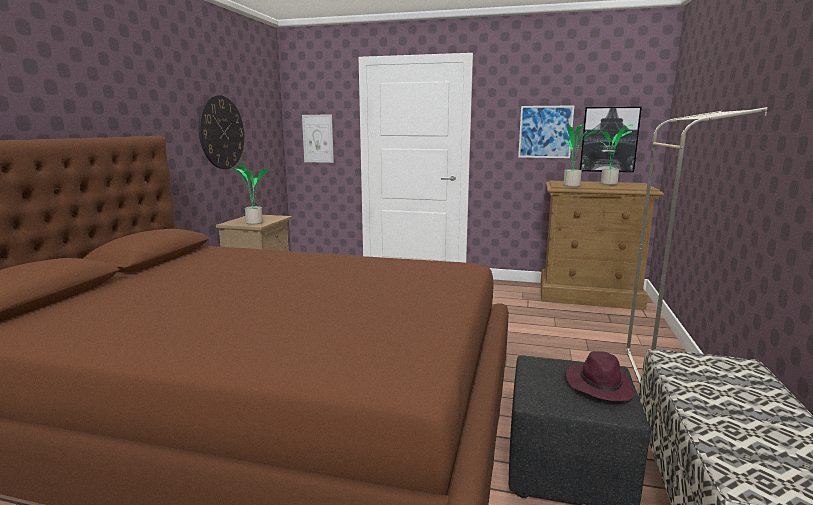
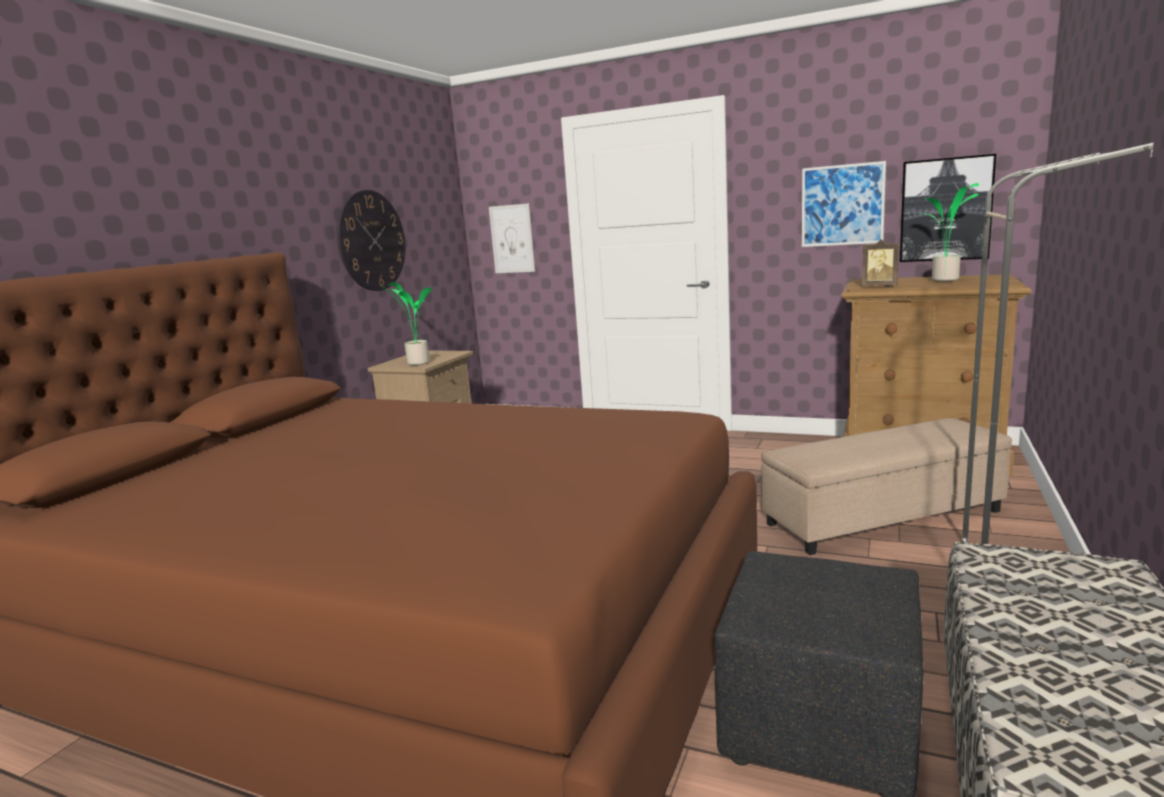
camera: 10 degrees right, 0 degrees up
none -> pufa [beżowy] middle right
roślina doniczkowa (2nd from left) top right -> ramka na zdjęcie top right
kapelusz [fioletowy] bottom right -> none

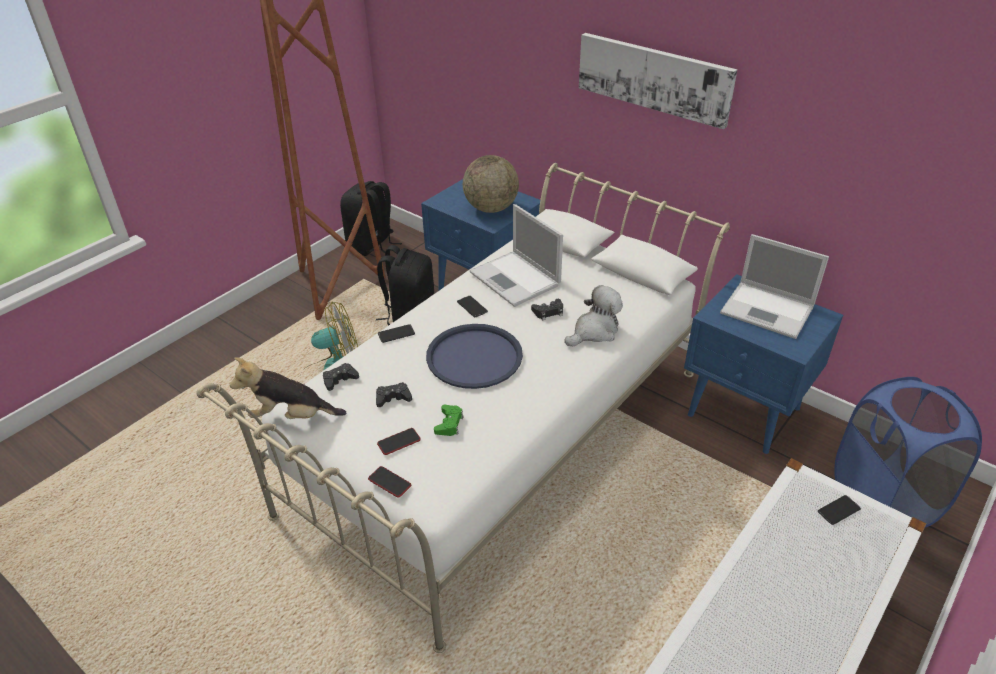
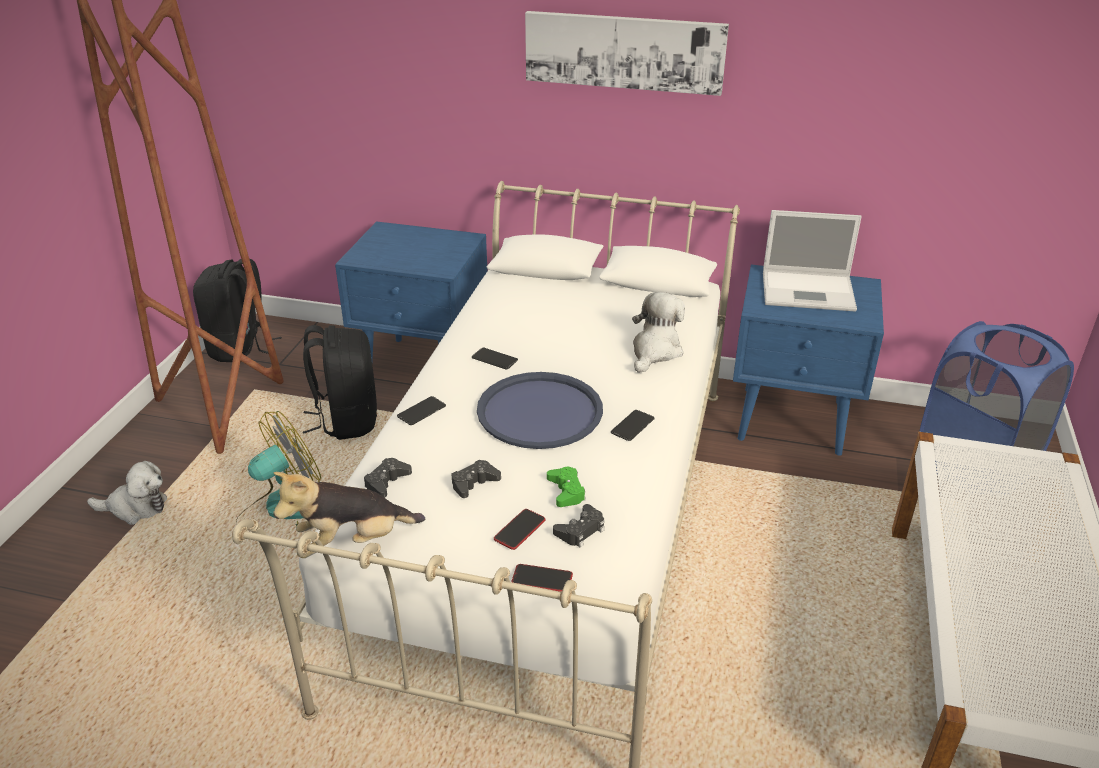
camera: 25 degrees left, 5 degrees down
none -> pluszak (1st from left) middle left
pad do gier [czarny] (3rd from left) centre -> pad do gier [czarny] (3rd from left) bottom centre, move
telefon (5th from left) bottom right -> telefon (5th from left) centre, move
globus top centre -> none
laptop (1st from left) centre -> none

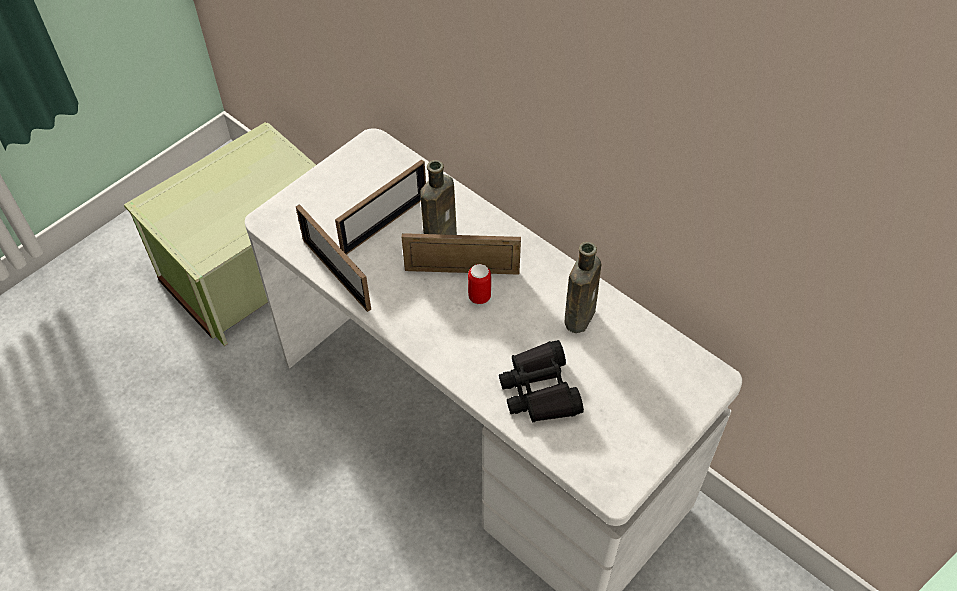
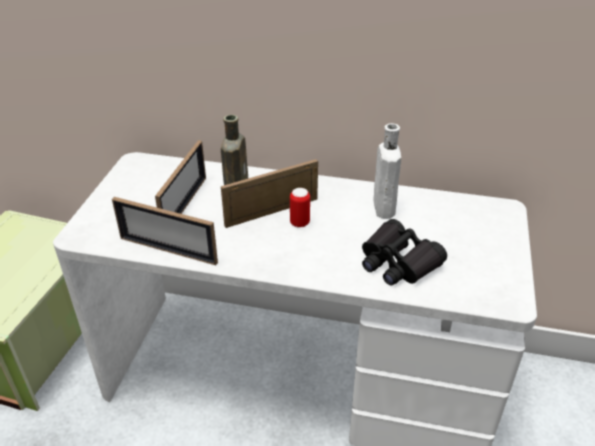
camera: 30 degrees left, 15 degrees down
butelka [brązowy] (2nd from left) centre -> butelka [biały] centre

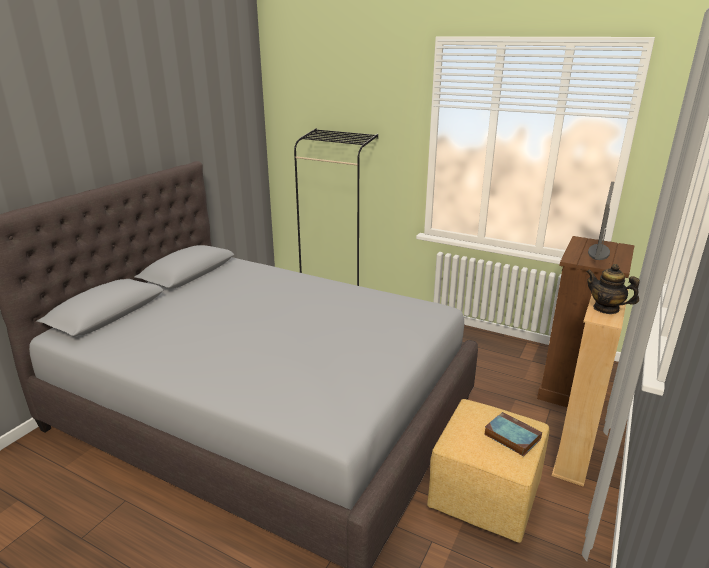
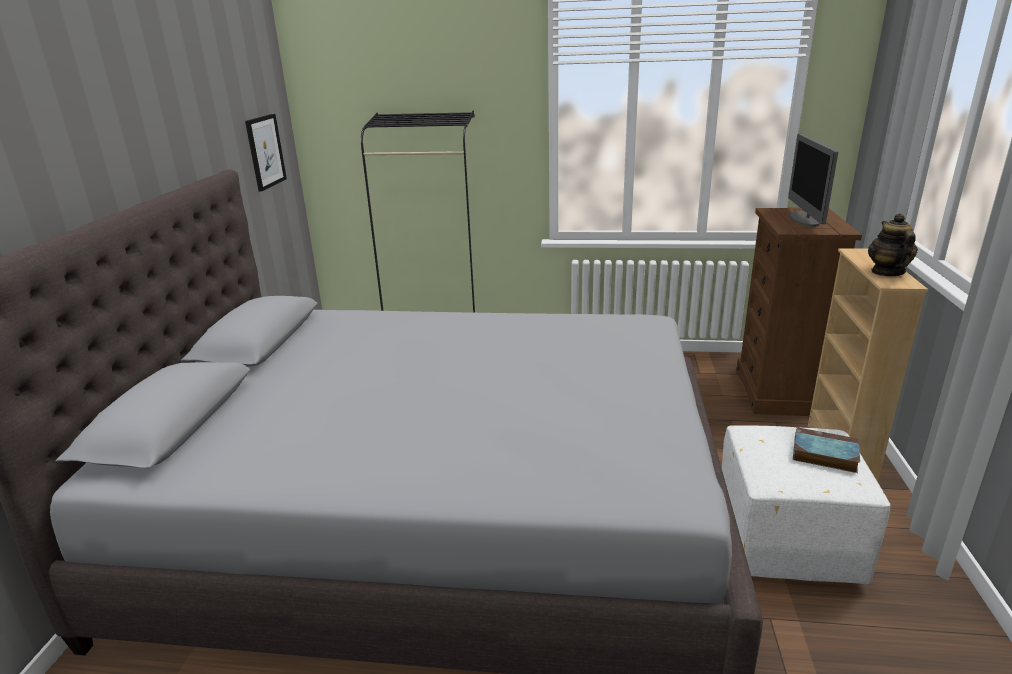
camera: 20 degrees left, 0 degrees up
none -> obraz top left
pufa [żółty] bottom right -> pufa [biały] bottom right
imbryk middle right, 75 degrees clockwise

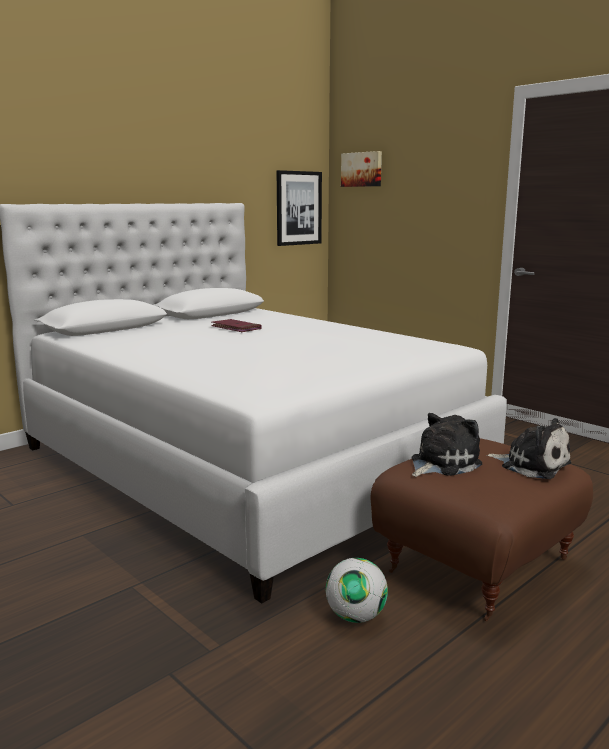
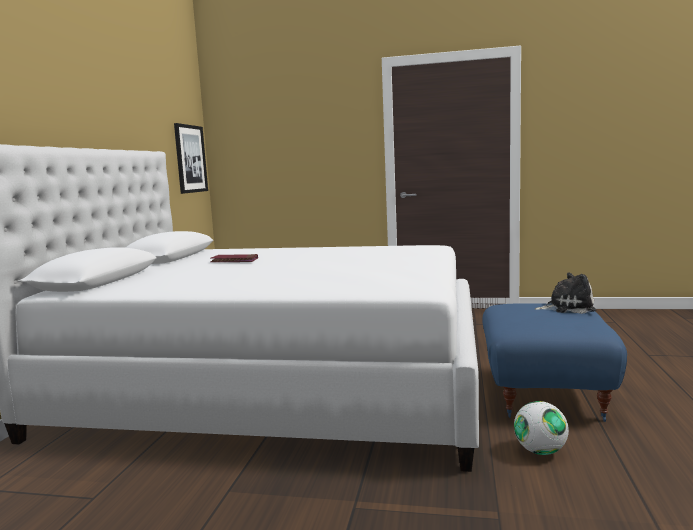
camera: 35 degrees left, 5 degrees down
pufa [brązowy] bottom right -> pufa [niebieski] bottom right
obraz (2nd from left) top centre -> none
pluszak (1st from left) middle right -> none

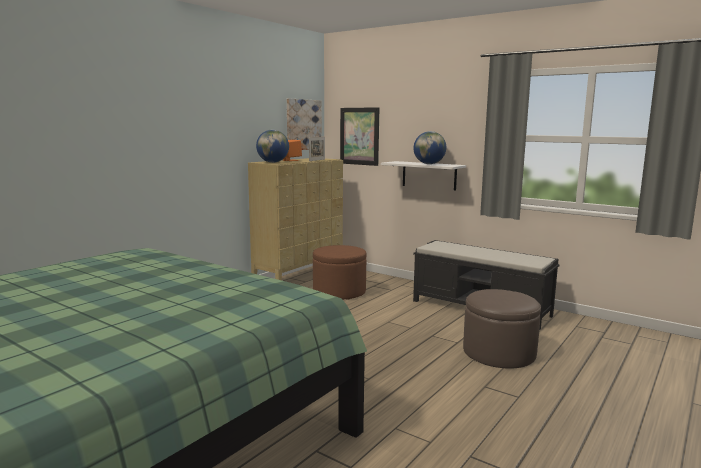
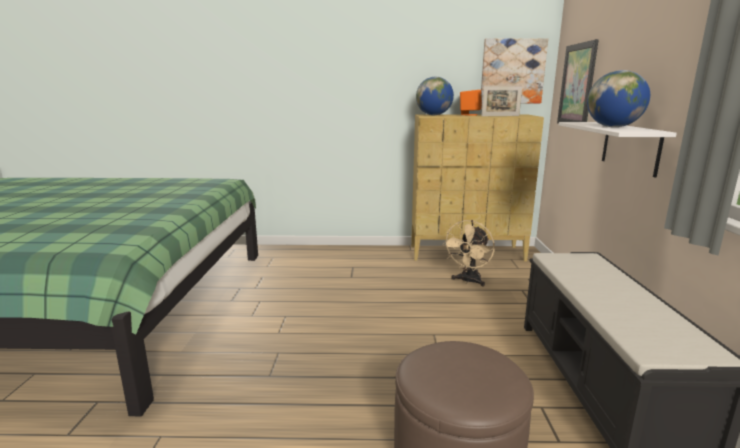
camera: 55 degrees right, 5 degrees up
pufa [brązowy] (1st from left) centre -> wentylator [beżowy] centre

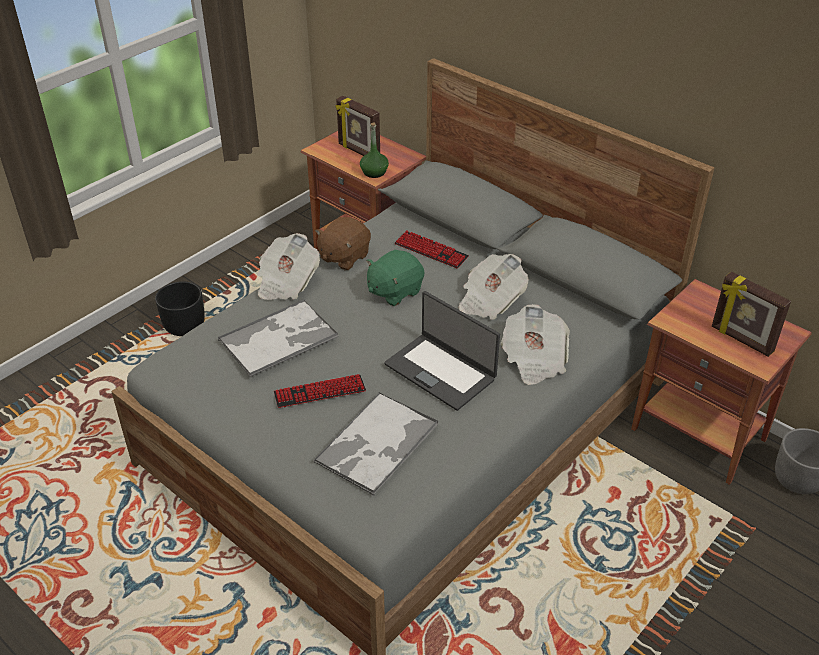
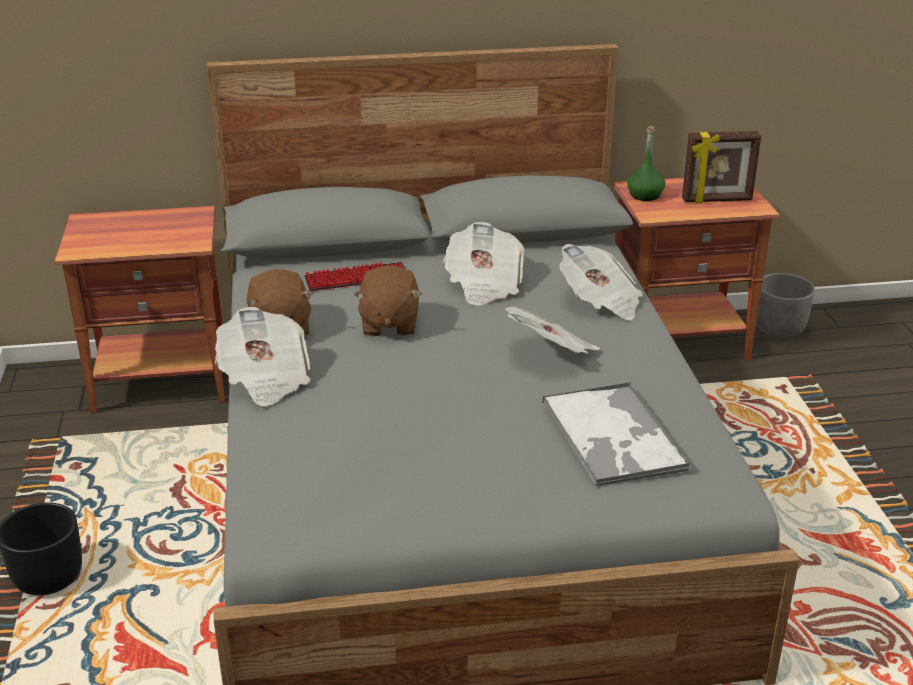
camera: 50 degrees left, 10 degrees down
pluszak [zielony] centre -> pluszak [brązowy] (2nd from left) centre
laptop centre -> gazeta (3rd from left) centre
butelka [zielony] top centre -> butelka [zielony] top right, move
taca (1st from left) centre -> none
klawiatura (1st from left) centre -> none
ramka na zdjęcie (1st from left) top centre -> none

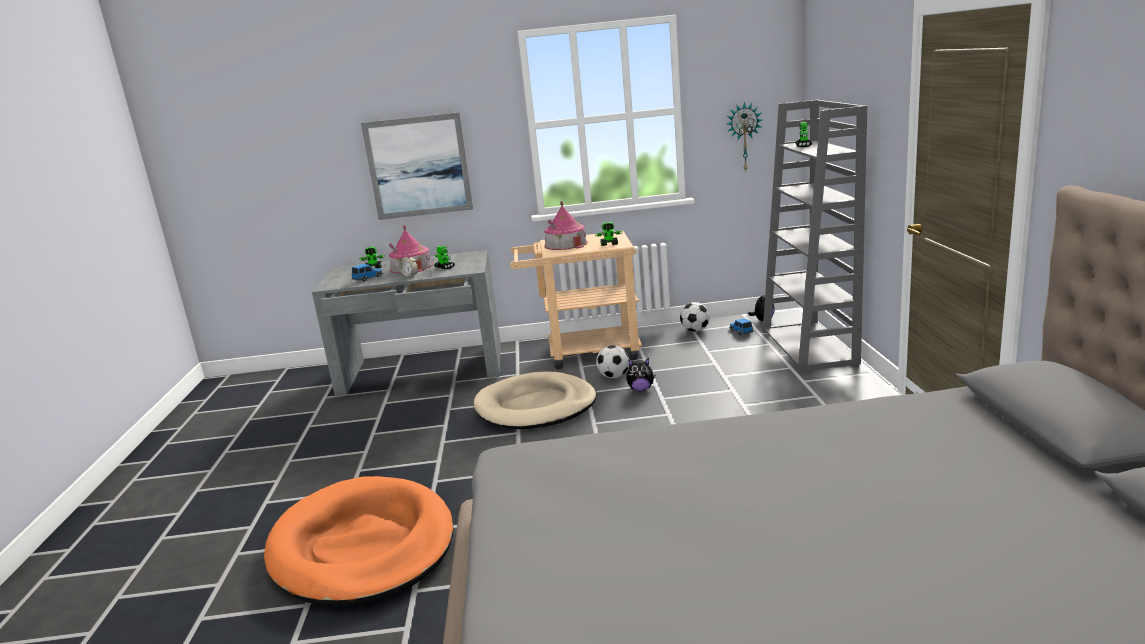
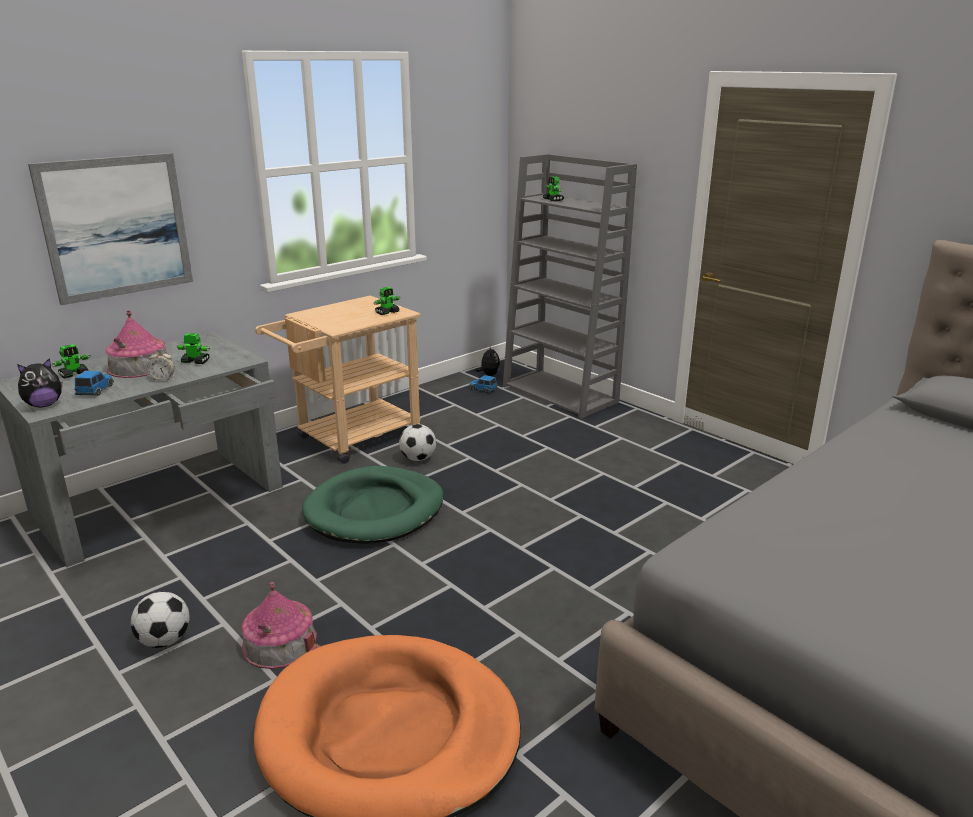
camera: 40 degrees left, 5 degrees up
pluszak (1st from left) centre -> pluszak (1st from left) middle left, move
piłka futbolowa (2nd from left in the first image) centre -> piłka futbolowa (1st from left) bottom left, move
domek (2nd from left) centre -> domek (2nd from left) bottom left, move
legowisko [beżowy] centre -> legowisko [zielony] centre
zegar ścienny top centre -> none

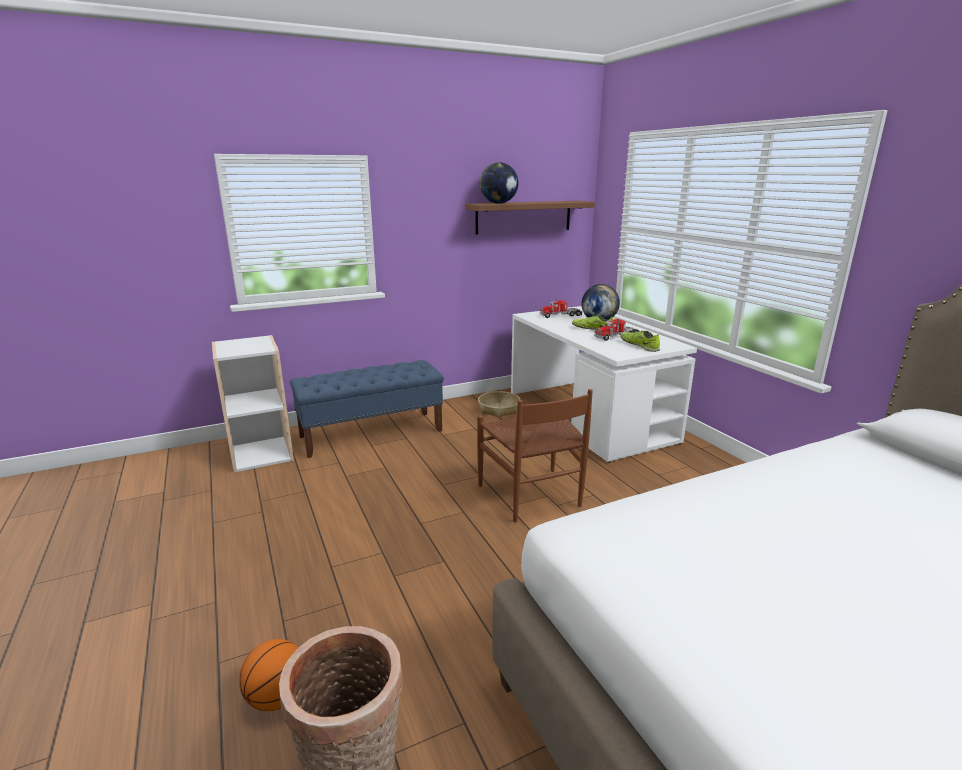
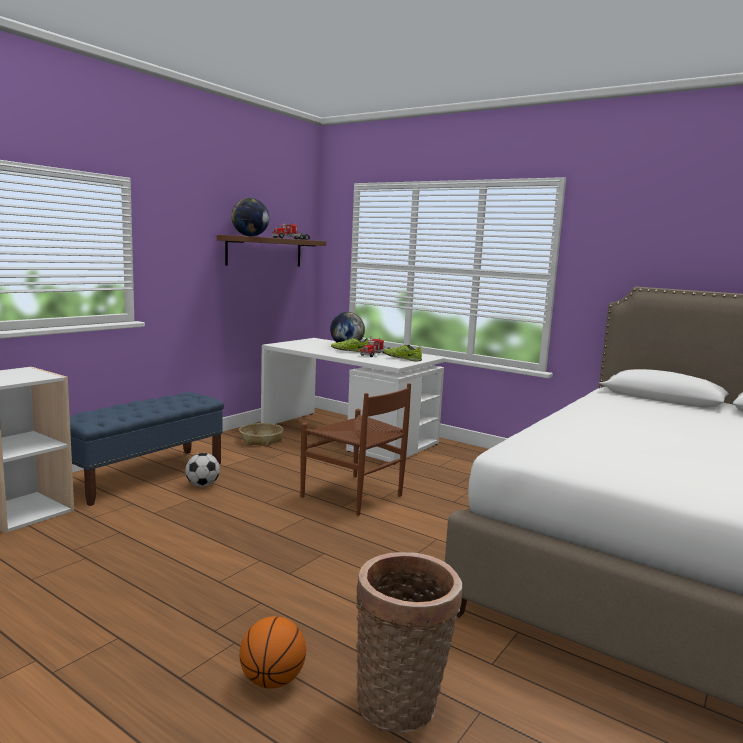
camera: 30 degrees left, 10 degrees down
none -> piłka futbolowa middle left
ciężarówka zabawkowa (1st from left) centre -> ciężarówka zabawkowa (1st from left) top centre, move

